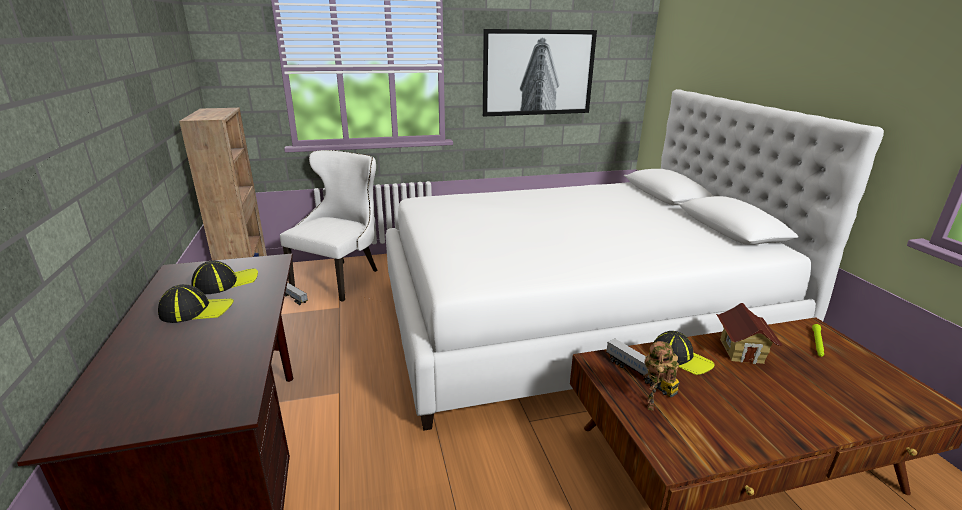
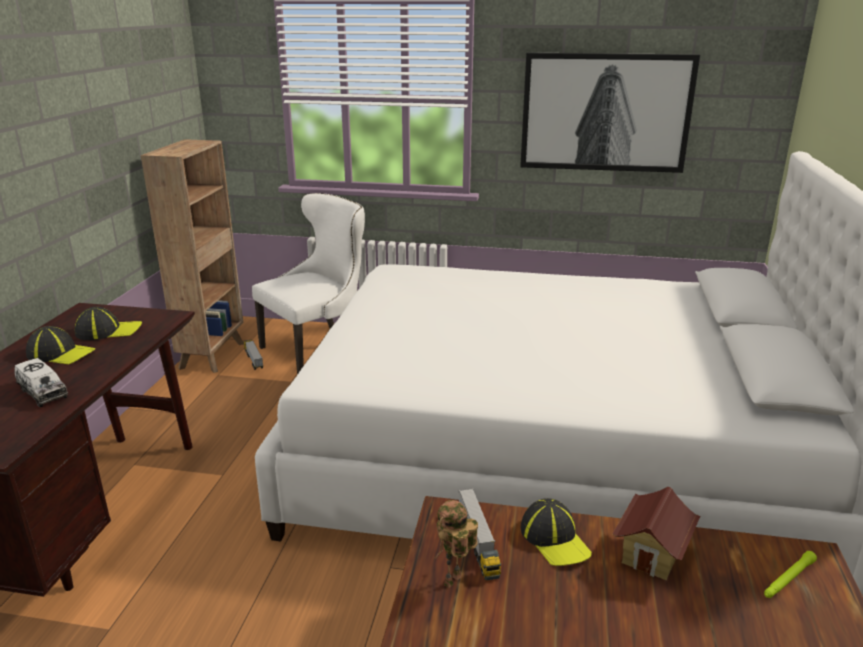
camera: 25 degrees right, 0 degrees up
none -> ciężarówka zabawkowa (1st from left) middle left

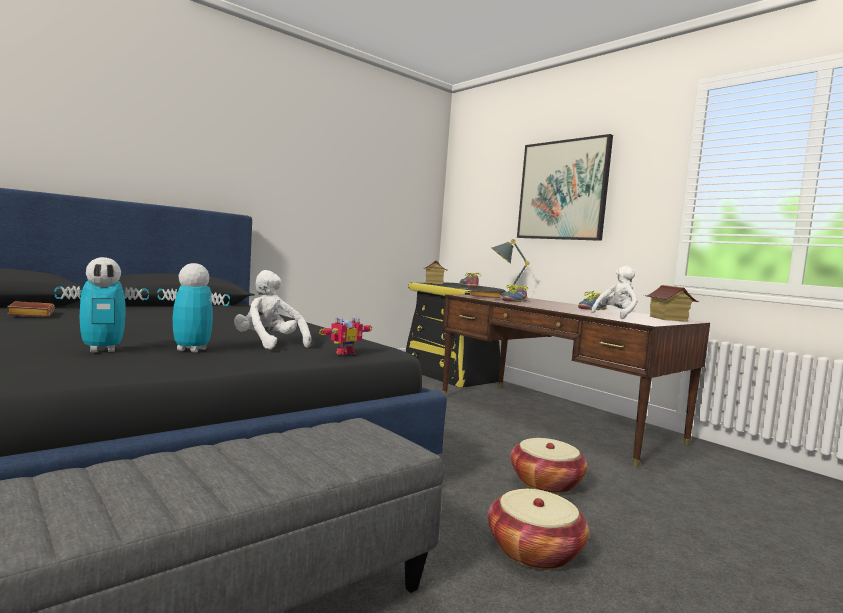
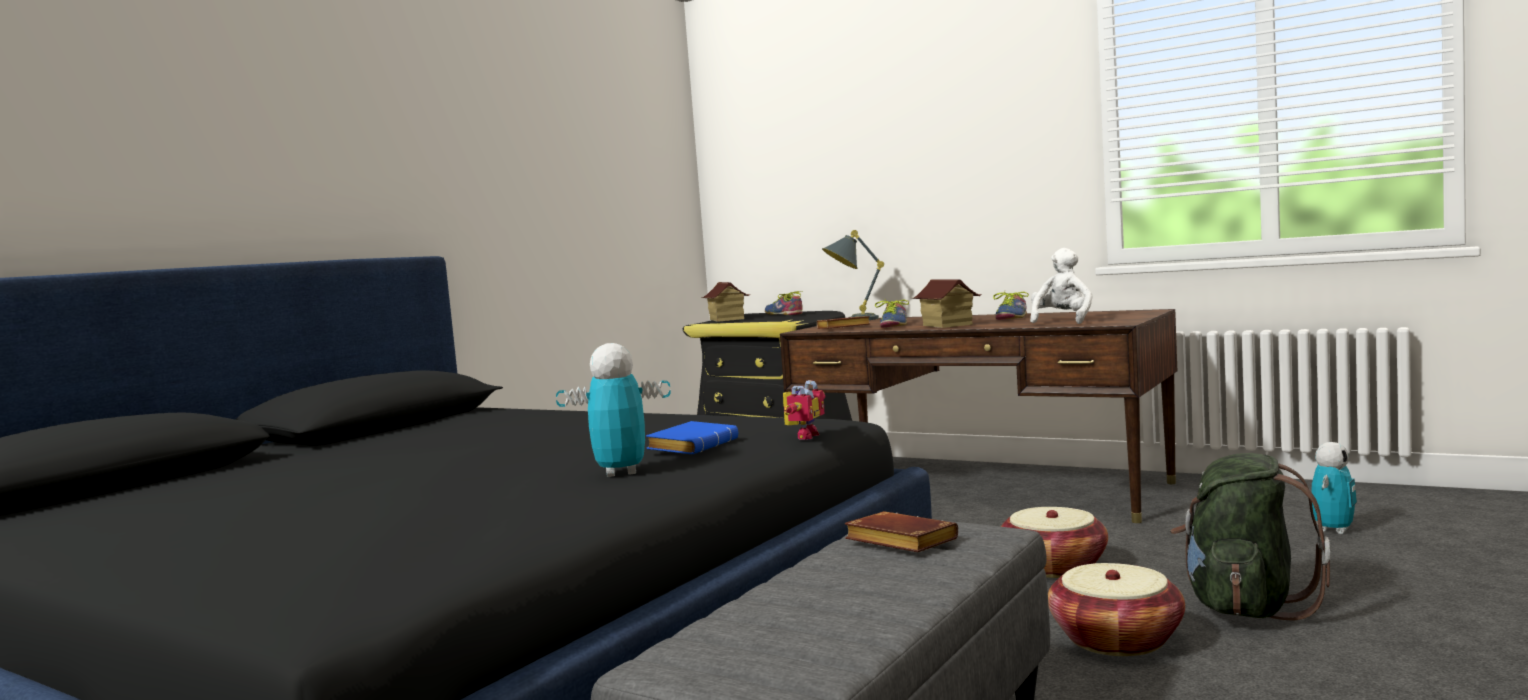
camera: 15 degrees left, 0 degrees up
pluszak [biały] (1st from left) middle left -> książka [niebieski] centre
książka [brązowy] (1st from left in the first image) middle left -> książka [brązowy] (2nd from left) bottom centre, move
domek (2nd from left) middle right -> domek (2nd from left) centre, move
none -> plecak [zielony] bottom right
robot zabawkowy (1st from left in the first image) middle left -> robot zabawkowy (3rd from left) bottom right, move
obraz top right -> none

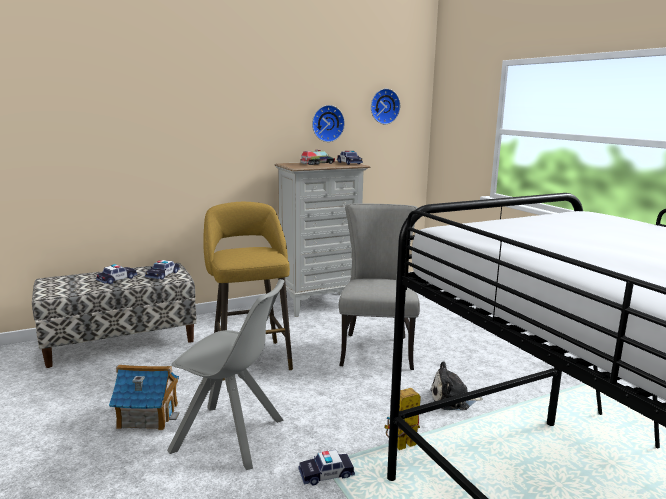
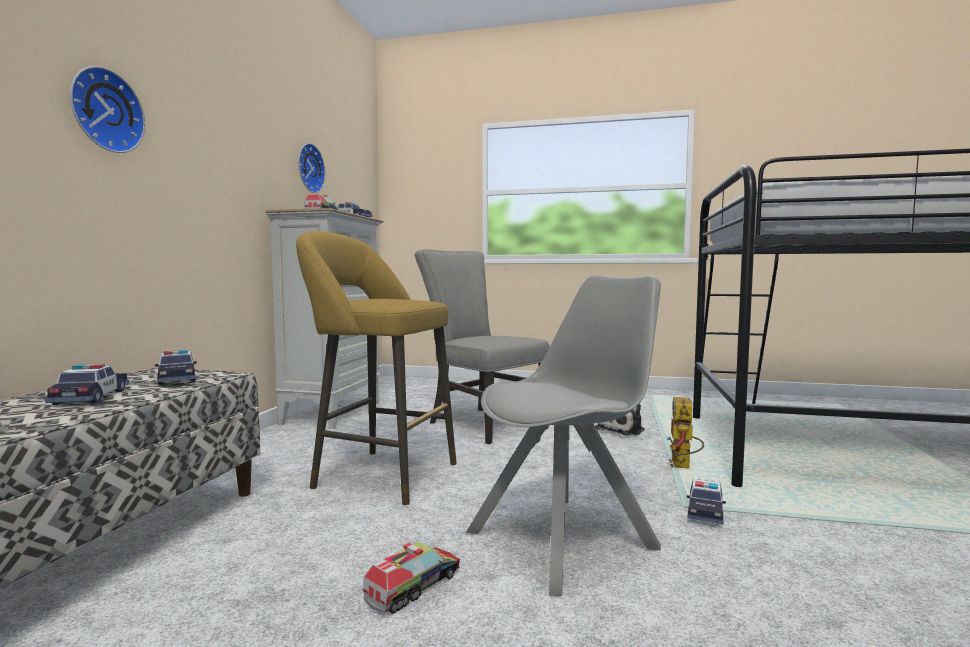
camera: 50 degrees left, 10 degrees down
zegar ścienny (2nd from left in the first image) top centre -> zegar ścienny (1st from left) top left, move
domek bottom left -> ciężarówka zabawkowa (2nd from left) bottom centre

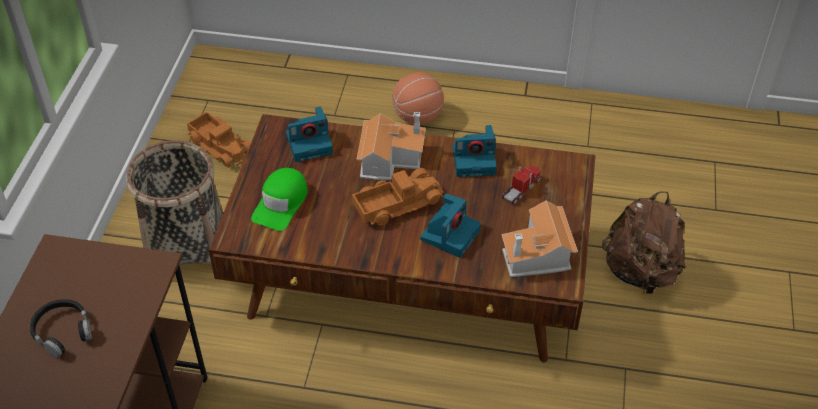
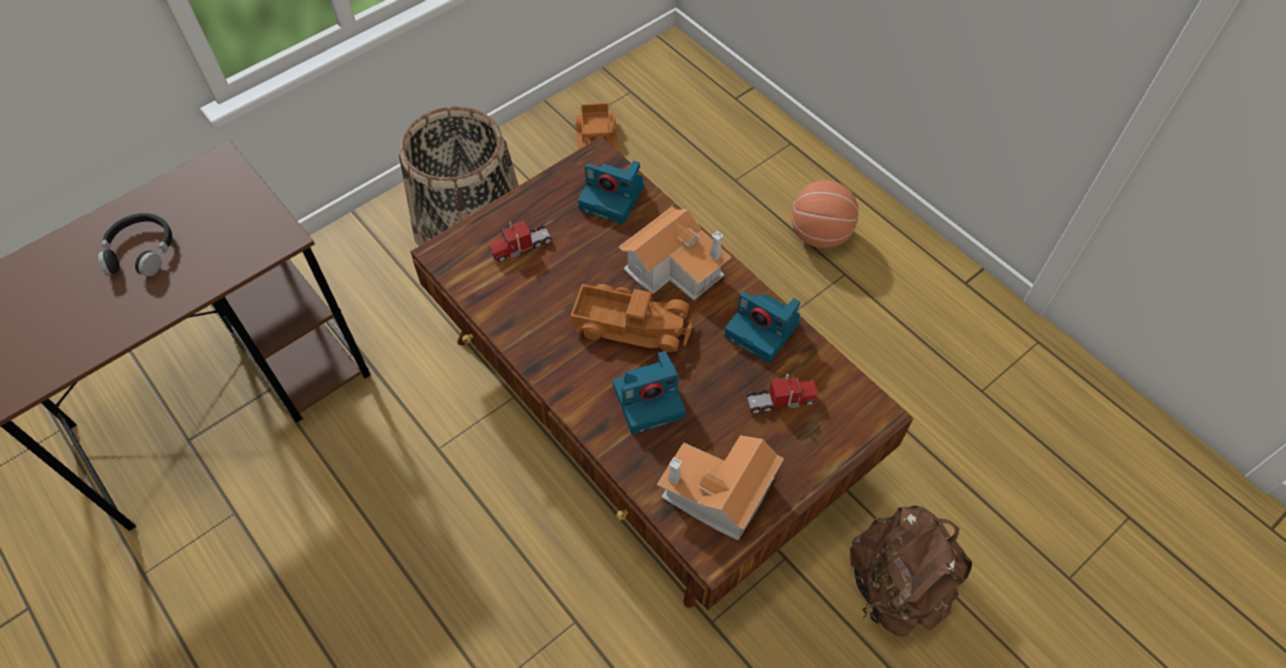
camera: 40 degrees right, 10 degrees up
czapka z daszkiem [zielony] centre -> ciężarówka zabawkowa (1st from left) centre

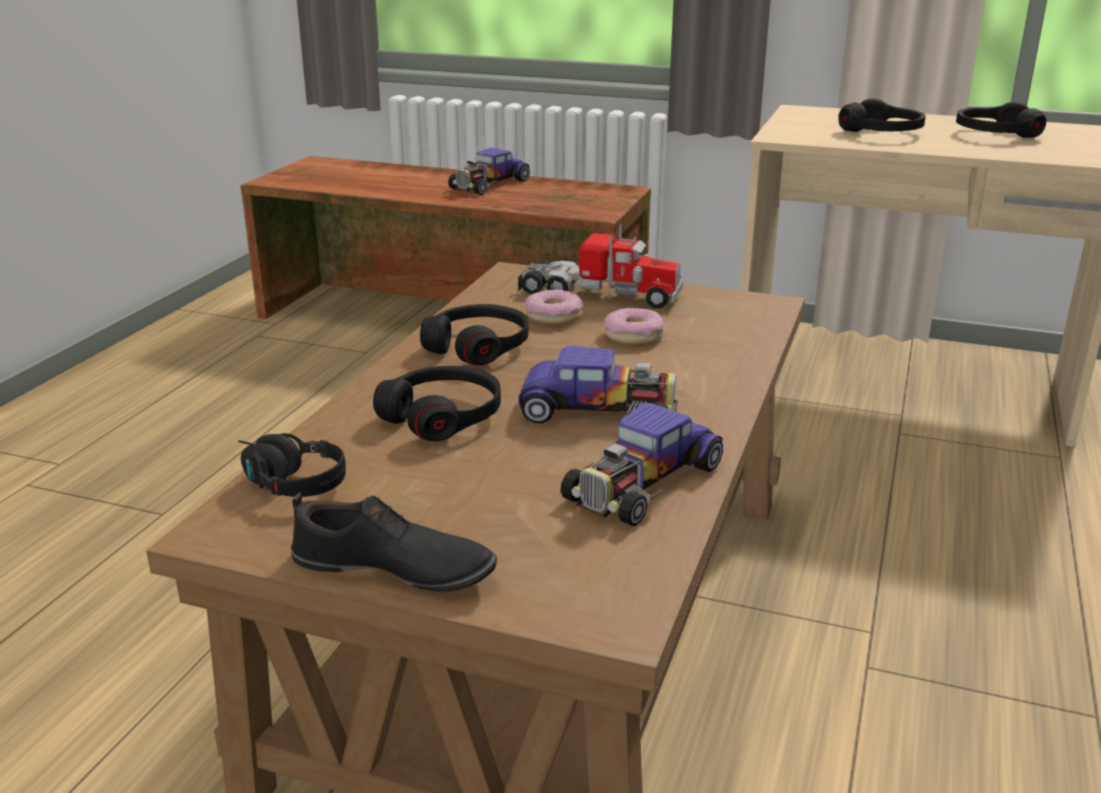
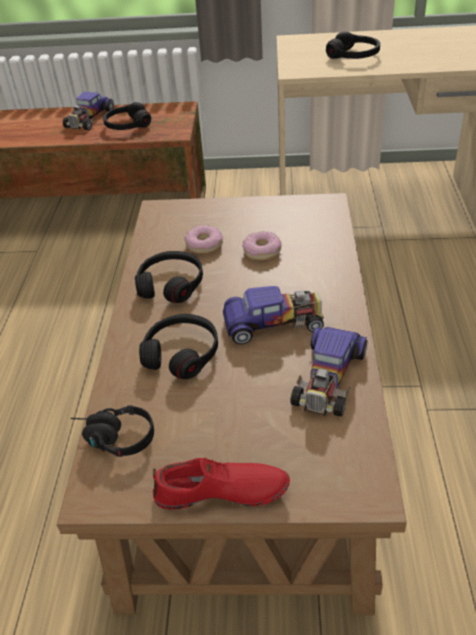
camera: 15 degrees left, 15 degrees up
słuchawki [czarny] (5th from left in the first image) top right -> słuchawki [czarny] (2nd from left) top left, move
but [czarny] bottom centre -> but [czerwony] bottom centre
ciężarówka zabawkowa centre -> none

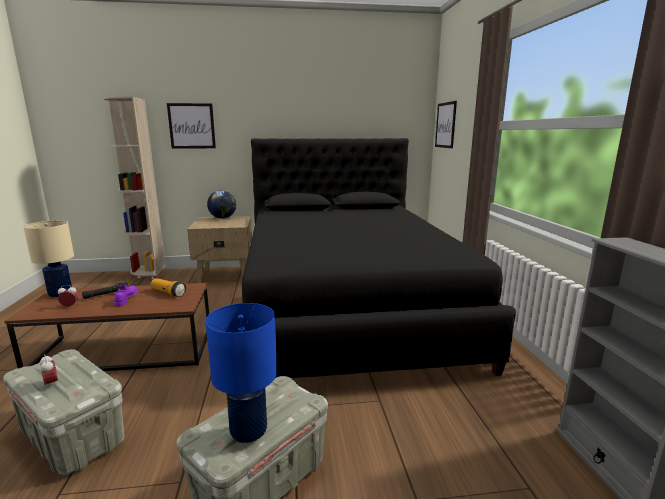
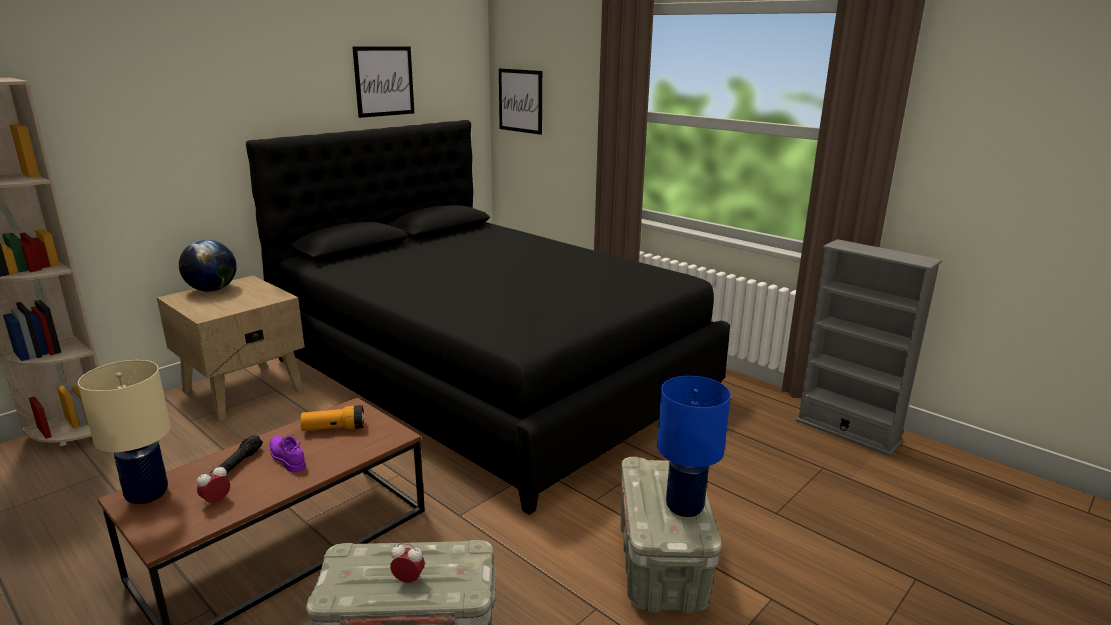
camera: 40 degrees left, 5 degrees up
obraz (1st from left) top left -> obraz (1st from left) top centre, move

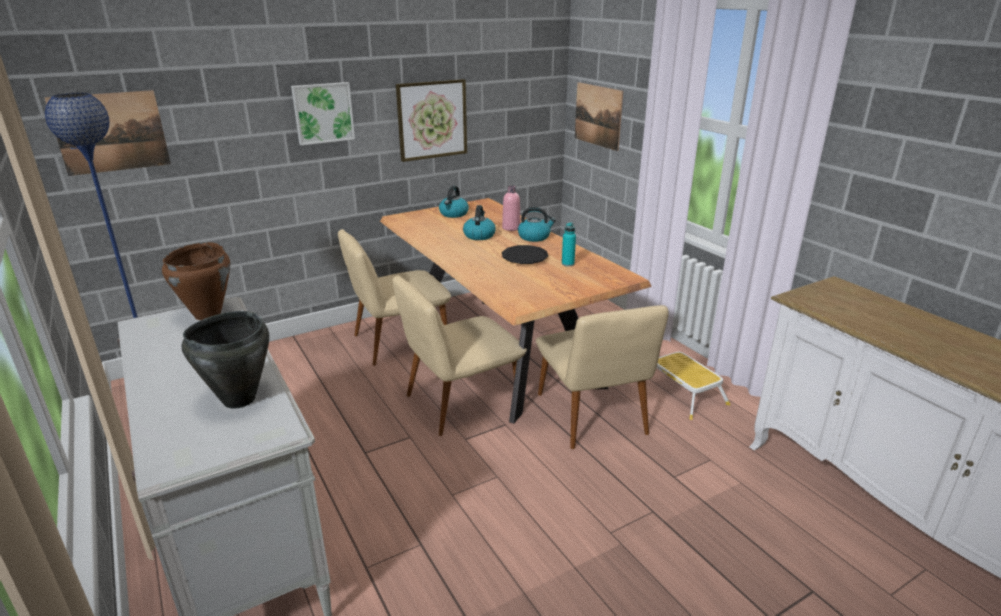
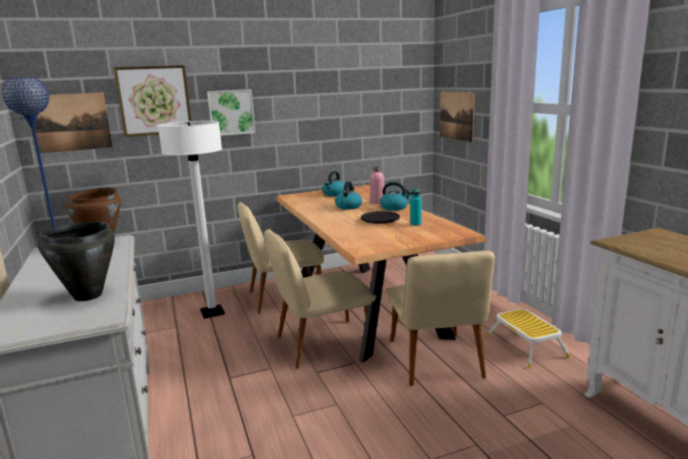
camera: 10 degrees right, 10 degrees down
obraz (3rd from left in the first image) top centre -> obraz (2nd from left) top left, move
none -> lampa stojąca [biały] middle left

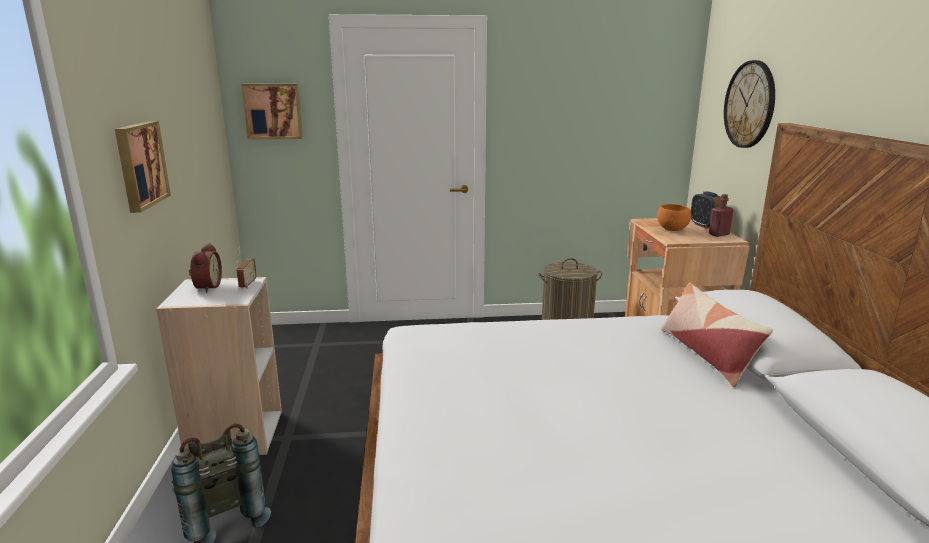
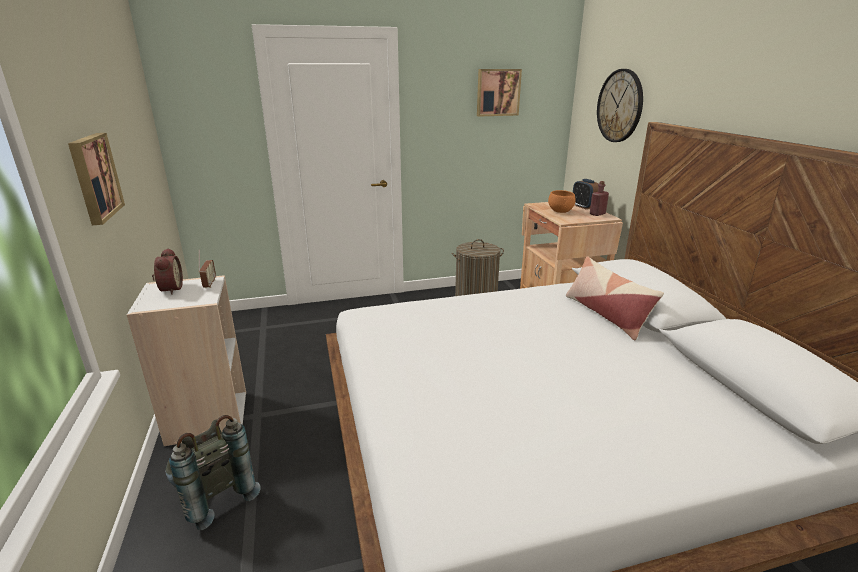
camera: 10 degrees left, 5 degrees up
obraz (2nd from left) top left -> obraz (2nd from left) top centre, move

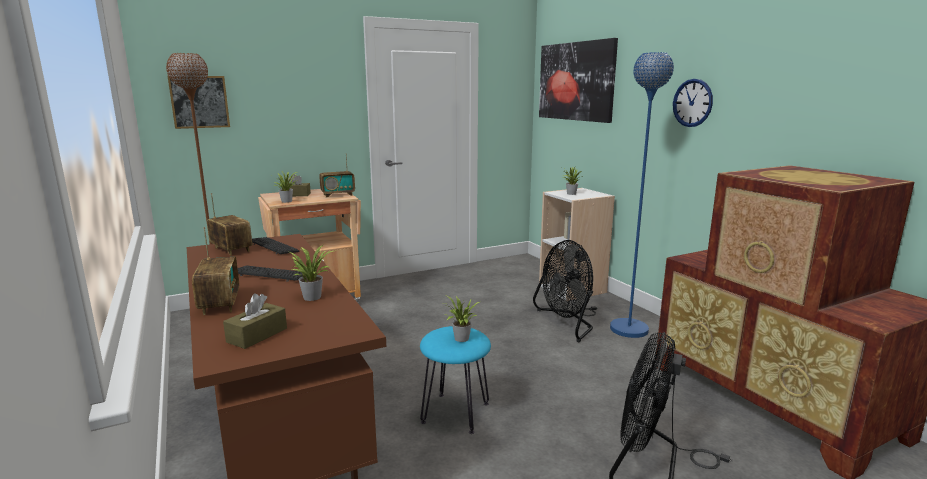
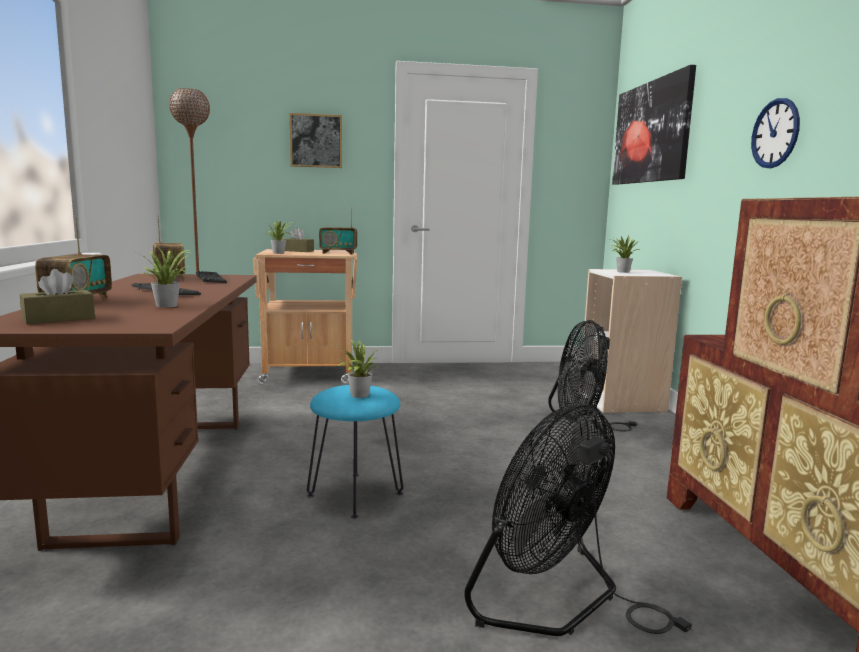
camera: 20 degrees right, 5 degrees down
obraz (1st from left) top left -> obraz (1st from left) top centre, move
lampa stojąca [niebieski] middle right -> none

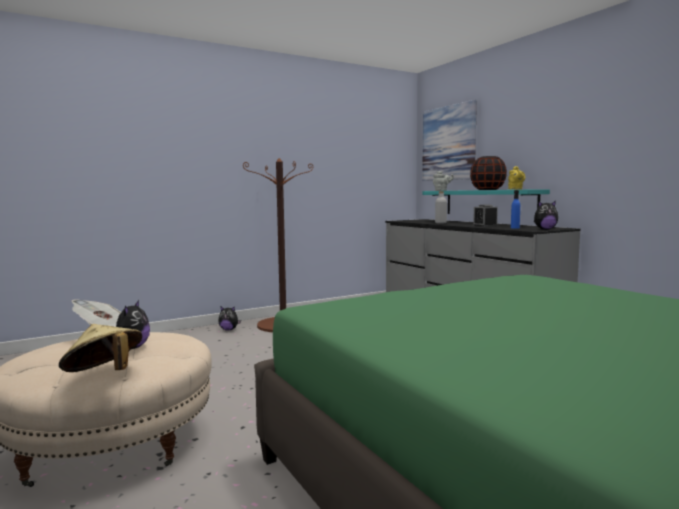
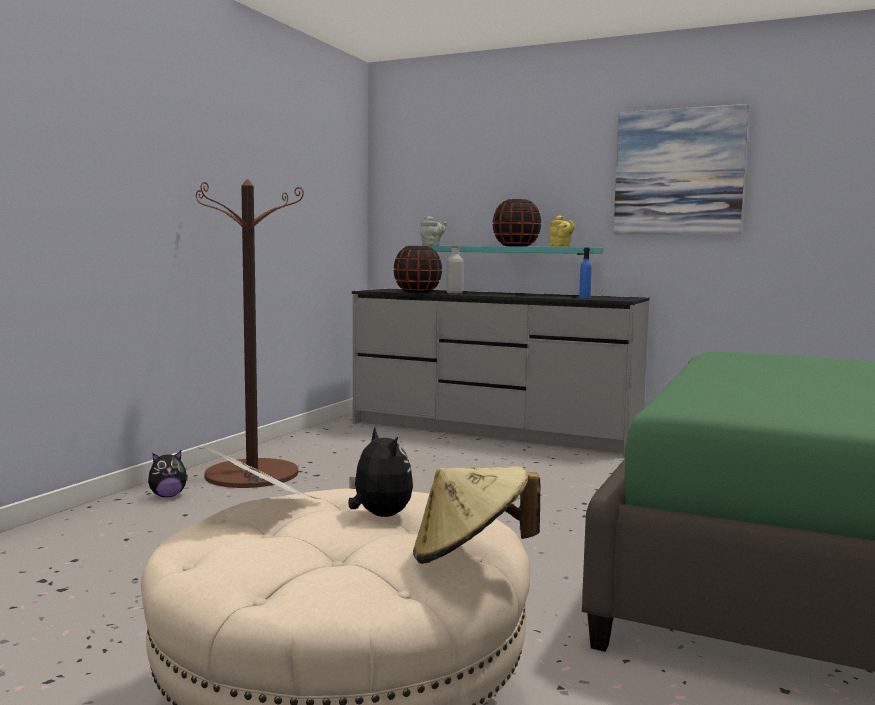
camera: 35 degrees left, 0 degrees up
none -> wazon [czarny] (1st from left) centre
obraz top centre -> obraz top right, move
budzik middle right -> none
pluszak (3rd from left) middle right -> none

